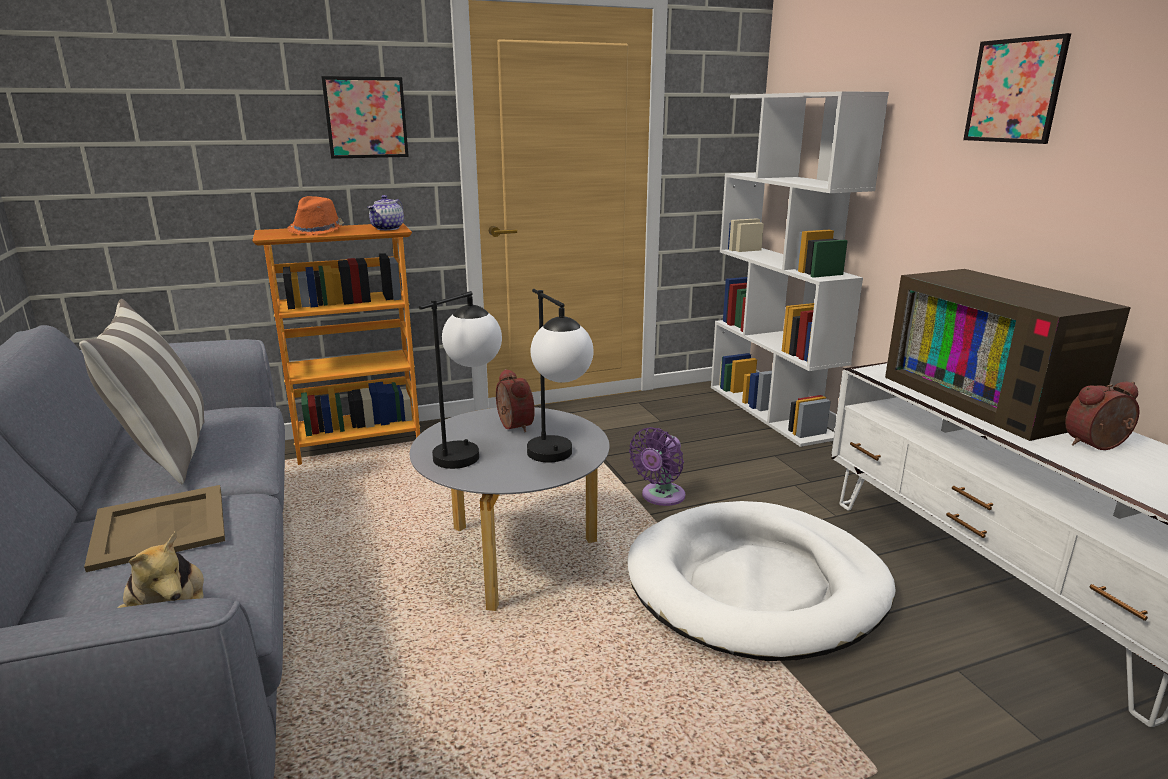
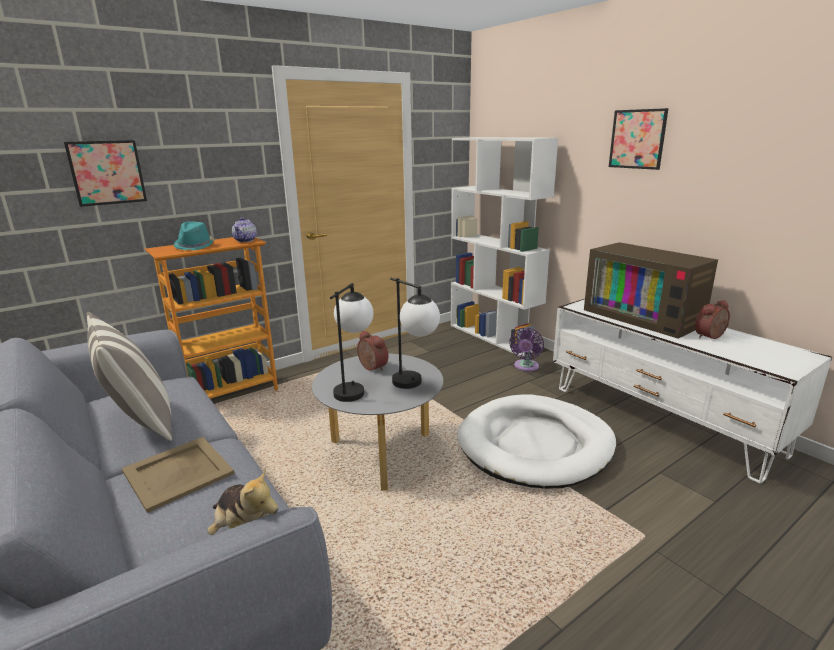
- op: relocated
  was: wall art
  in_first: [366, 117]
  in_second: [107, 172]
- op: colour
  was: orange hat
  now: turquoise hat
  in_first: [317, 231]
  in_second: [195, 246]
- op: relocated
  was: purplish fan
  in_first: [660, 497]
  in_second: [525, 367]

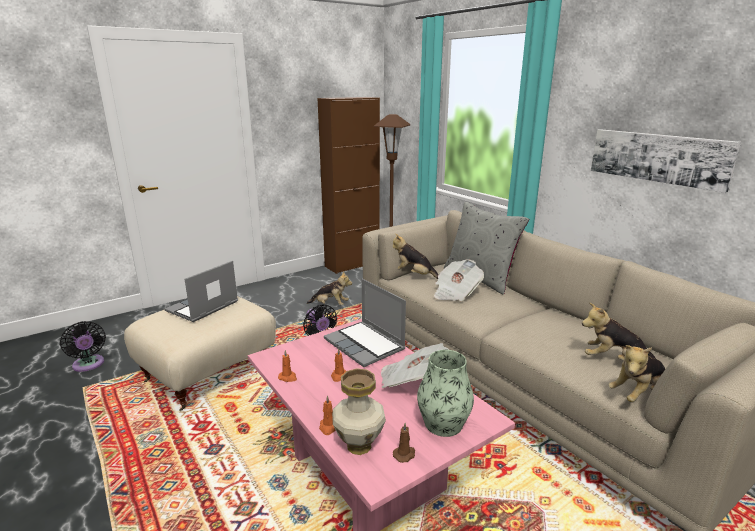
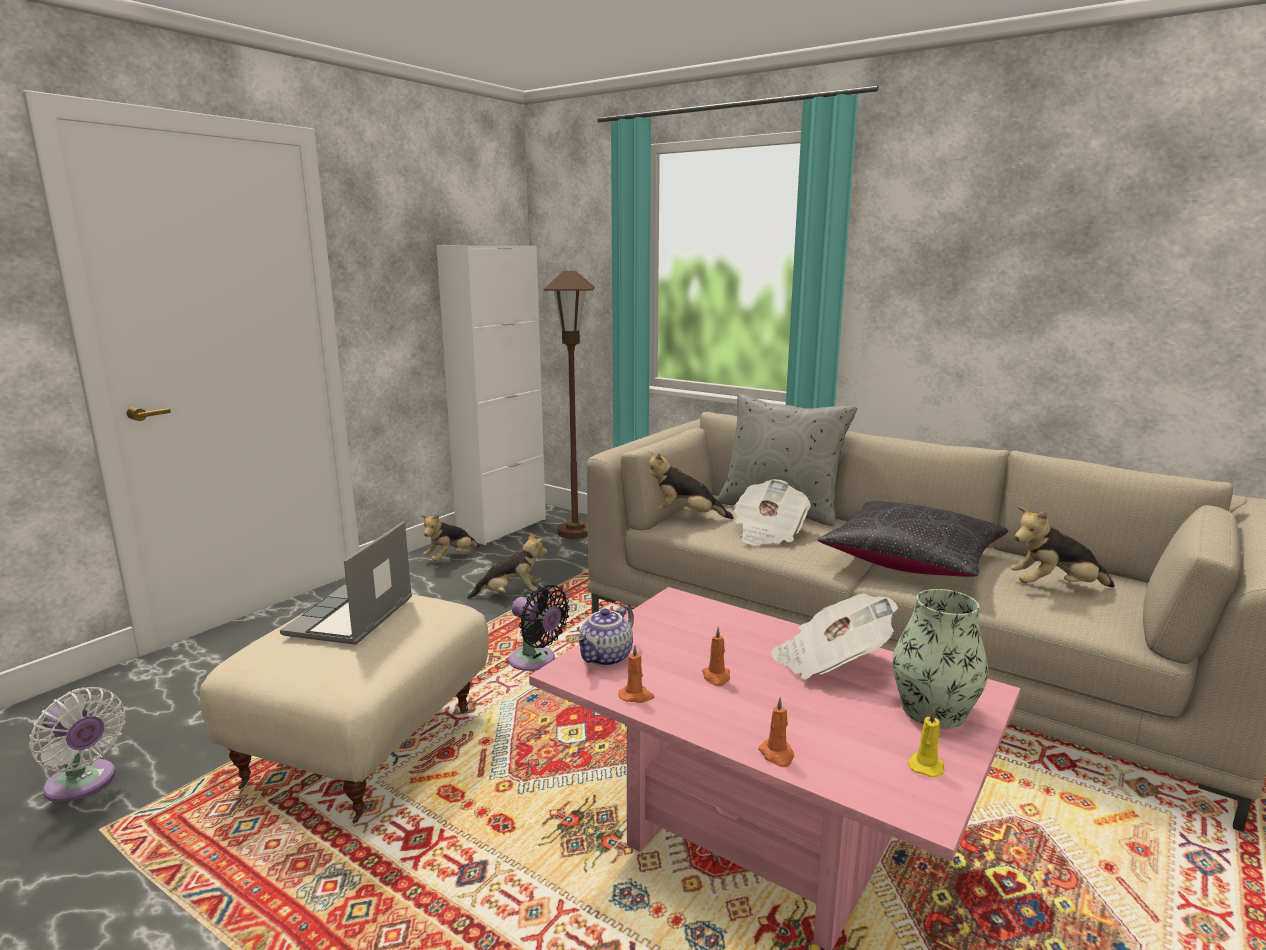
- op: colour
  was: blackish fan
  now: whitish fan
  in_first: [89, 365]
  in_second: [83, 784]
- op: relocated
  was: cuddly toy
  in_first: [638, 394]
  in_second: [450, 558]
- op: colour
  was: brown-coloured storage cabinet
  now: whitish storage cabinet
  in_first: [352, 264]
  in_second: [502, 528]
- op: appeared
  now: teapot
  in_second: [607, 658]
- op: appeared
  now: blackish throw pillow
  in_second: [911, 560]
- op: colour
  was: brown-coloured candle
  now: yellowish candle
  in_first: [404, 454]
  in_second: [926, 765]
- op: missing
  was: laptop
  in_first: [365, 345]
- op: missing
  was: vase
  in_first: [358, 446]
- op: missing
  was: wall art
  in_first: [658, 157]

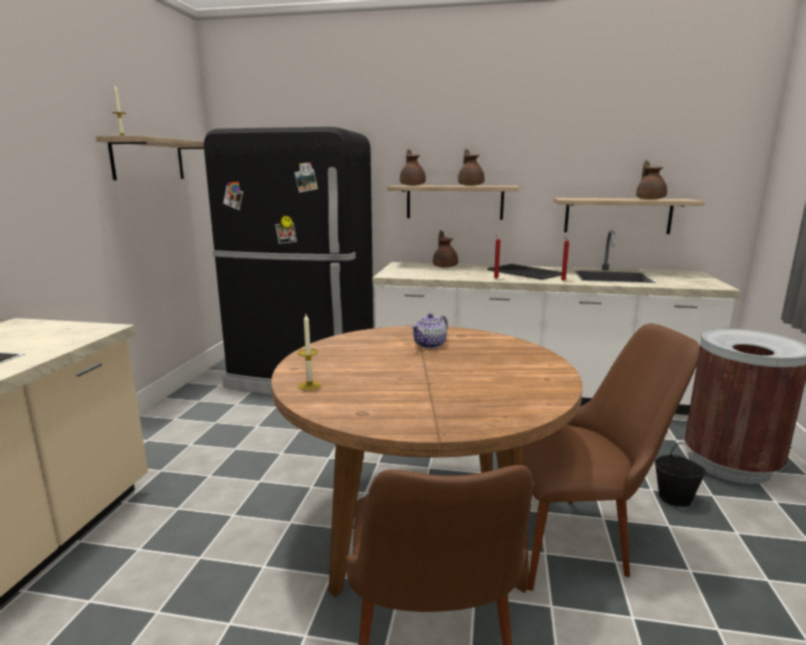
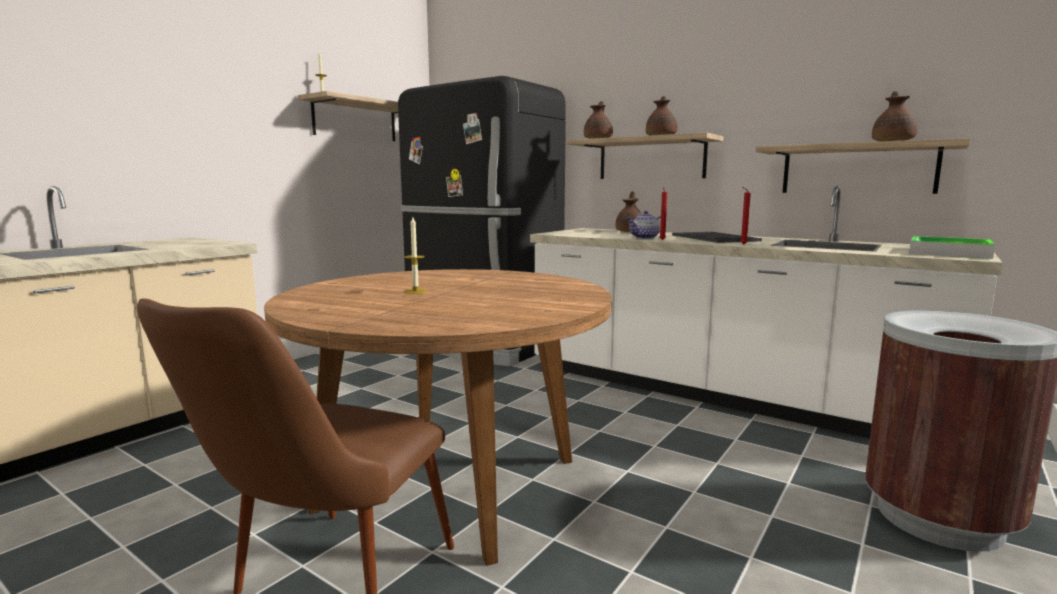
- op: relocated
  was: candle
  in_first: [309, 385]
  in_second: [415, 291]
- op: relocated
  was: teapot
  in_first: [430, 345]
  in_second: [645, 238]
- op: appeared
  now: serving tray
  in_second: [949, 253]
- op: missing
  was: brown-coloured chair
  in_first: [575, 537]
- op: missing
  was: blackish bucket
  in_first: [675, 498]

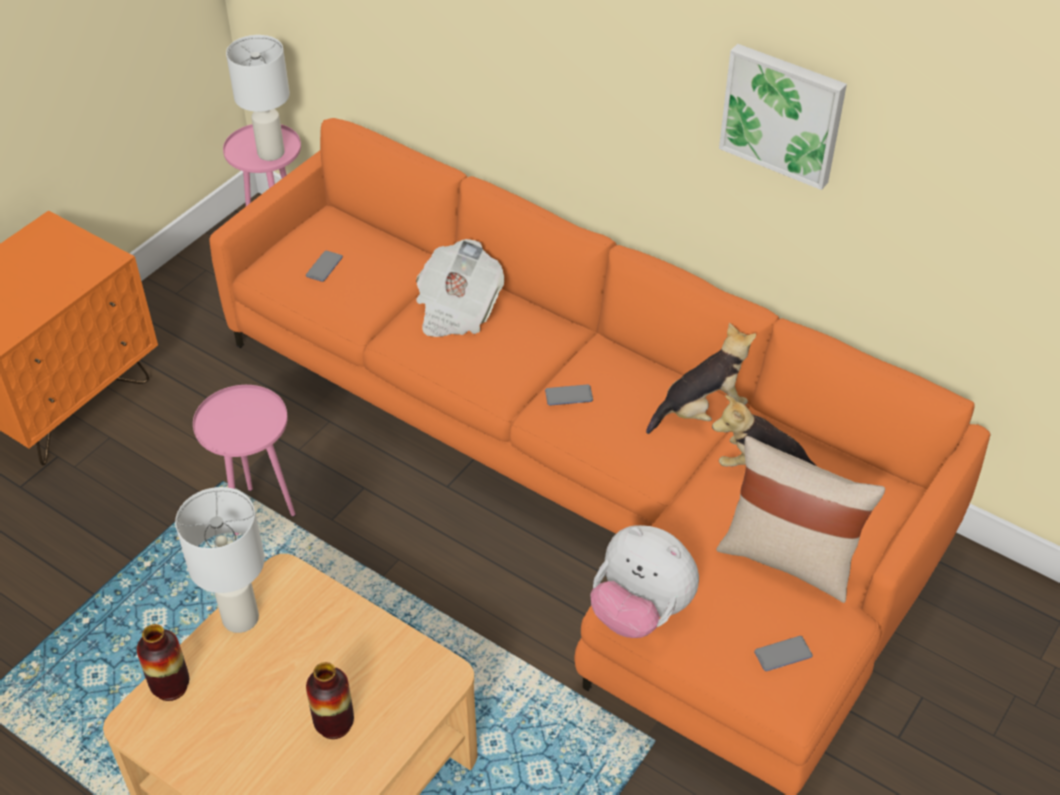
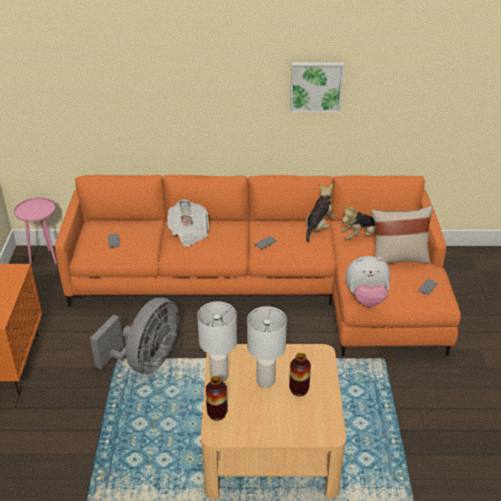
- op: exchanged
  was: pink-coloured end table
  now: gray fan
  in_first: [260, 512]
  in_second: [146, 361]
- op: relocated
  was: whitish table lamp
  in_first: [271, 153]
  in_second: [266, 381]

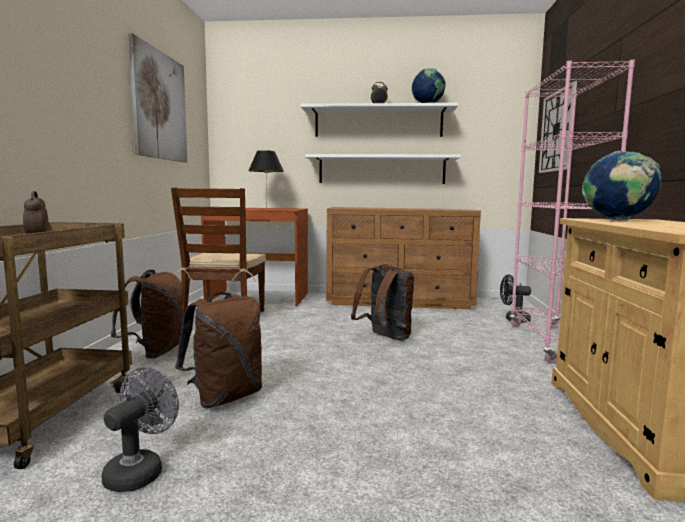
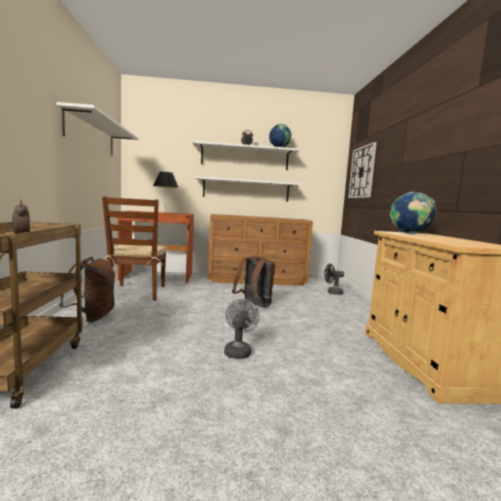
- op: exchanged
  was: wall art
  now: whitish shelf
  in_first: [159, 106]
  in_second: [91, 135]
- op: relocated
  was: gray fan
  in_first: [140, 471]
  in_second: [238, 351]
- op: missing
  was: brown-coloured knapsack
  in_first: [225, 397]
- op: missing
  was: pink-coloured bookshelf
  in_first: [552, 343]

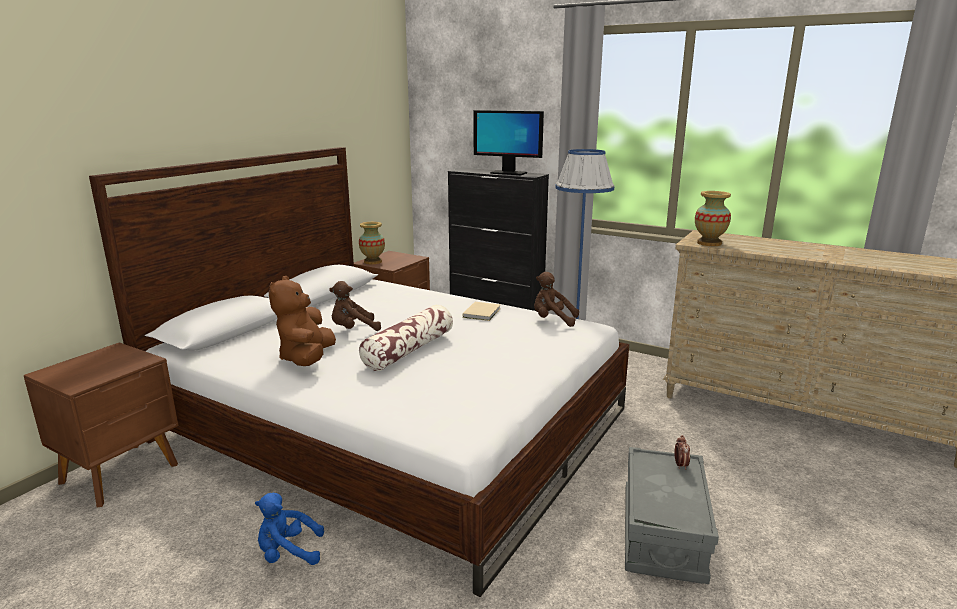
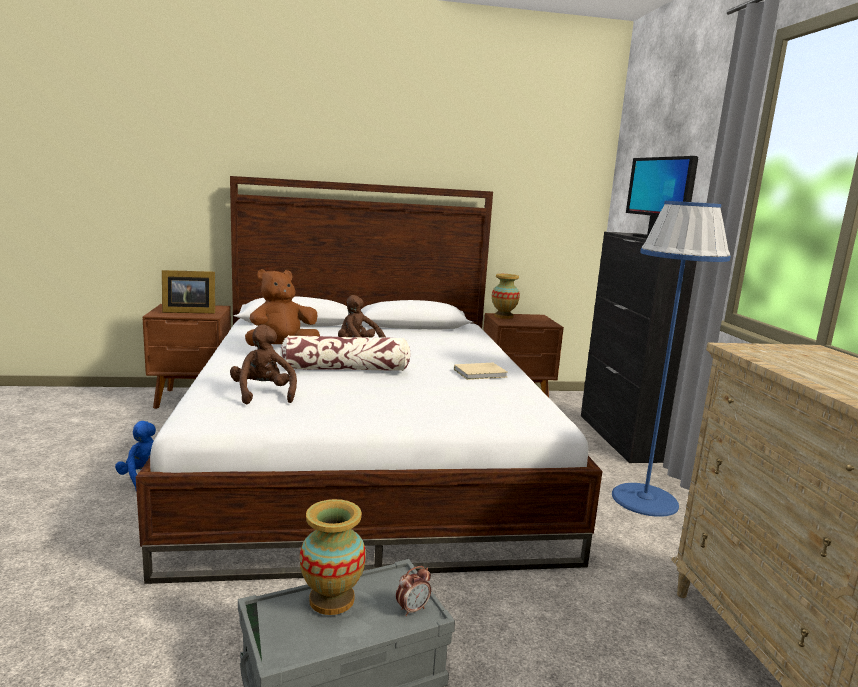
- op: appeared
  now: photo frame
  in_second: [188, 311]
- op: relocated
  was: brown-coloured cuddly toy
  in_first: [552, 320]
  in_second: [263, 394]
- op: relocated
  was: vase
  in_first: [709, 243]
  in_second: [332, 599]

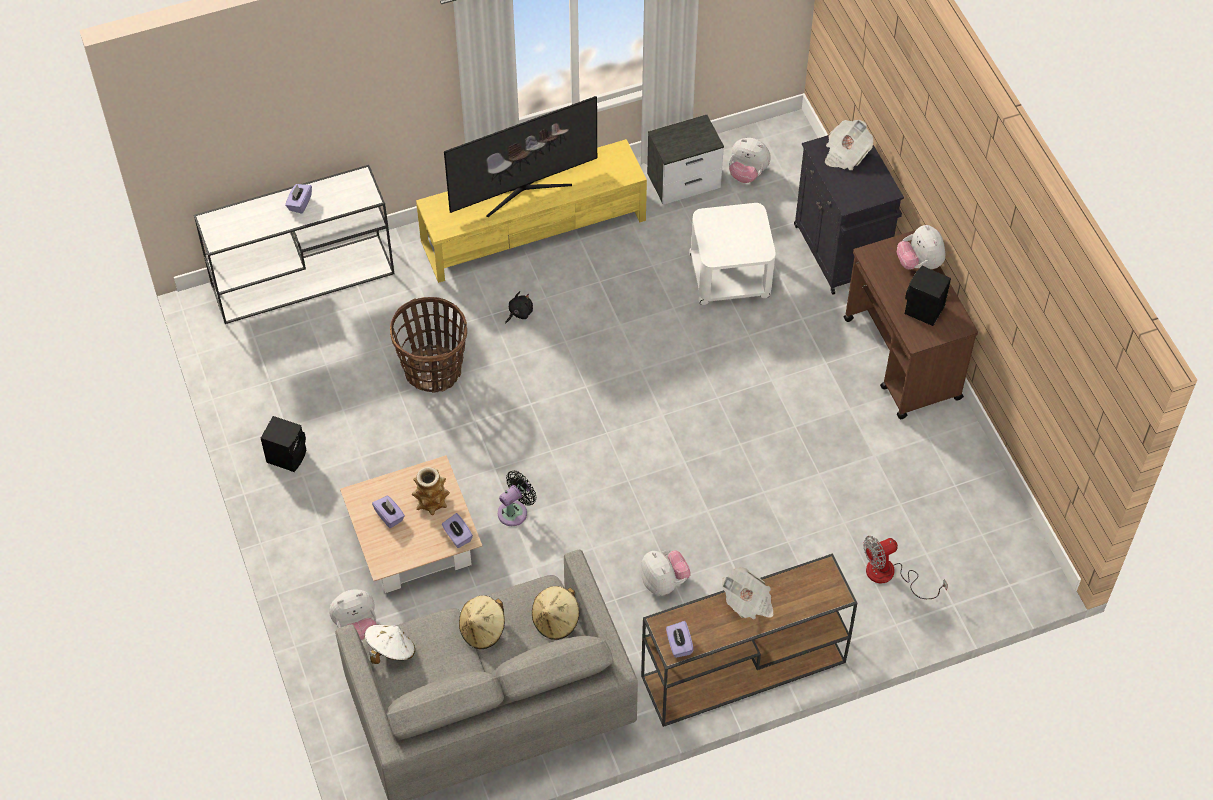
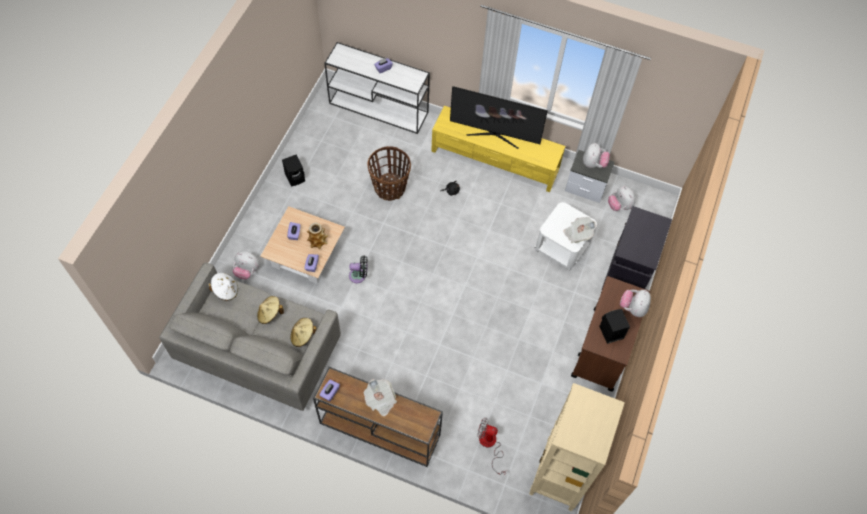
- op: appeared
  now: sand-coloured bookshelf
  in_second: [558, 477]
- op: relocated
  was: daily paper
  in_first: [845, 154]
  in_second: [578, 233]
- op: relocated
  was: cuddly toy
  in_first: [664, 582]
  in_second: [593, 164]

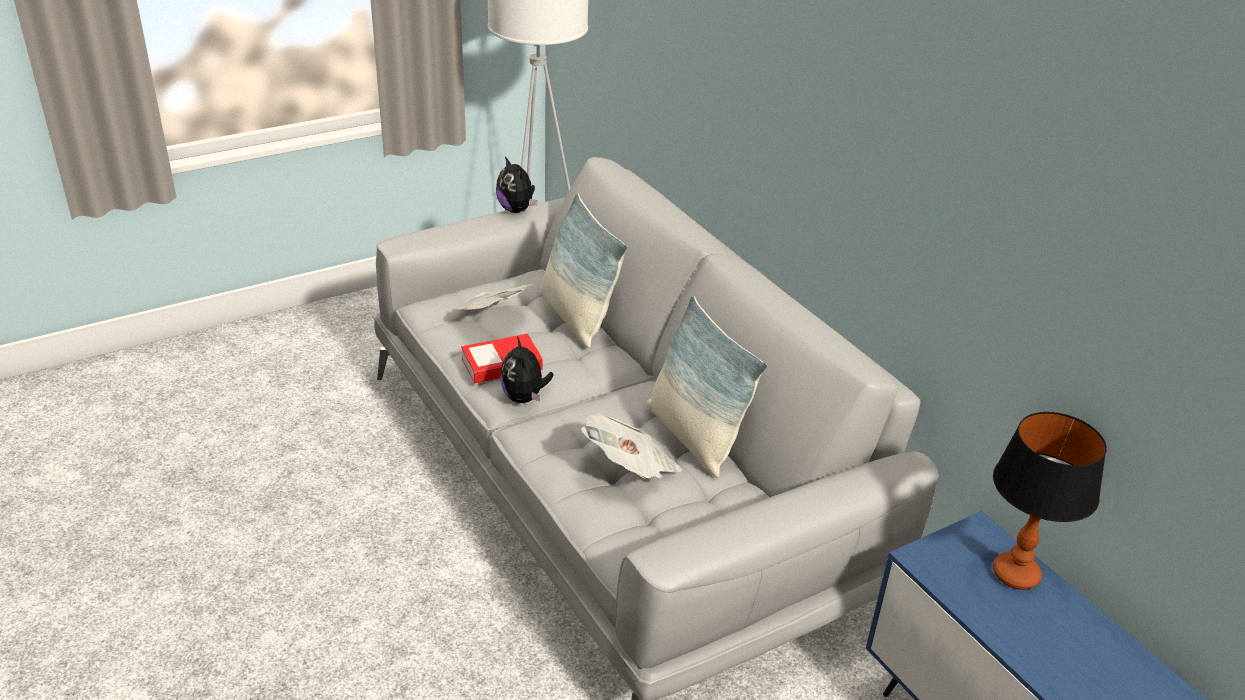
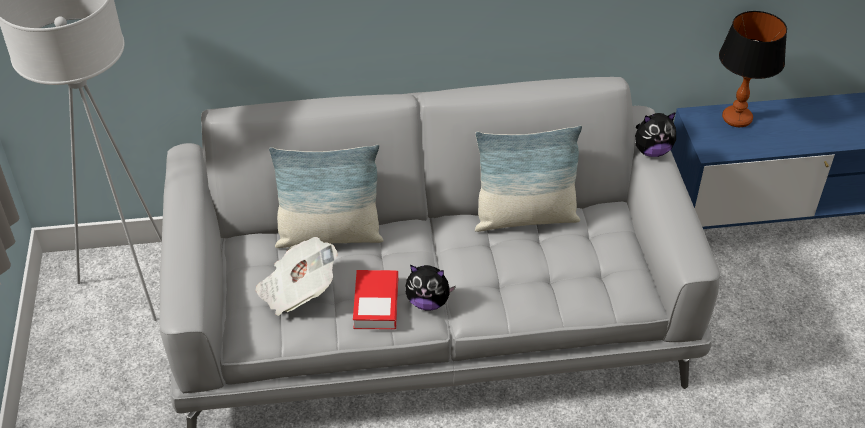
- op: relocated
  was: cuddly toy
  in_first: [517, 210]
  in_second: [652, 151]
- op: missing
  was: daily paper
  in_first: [631, 468]

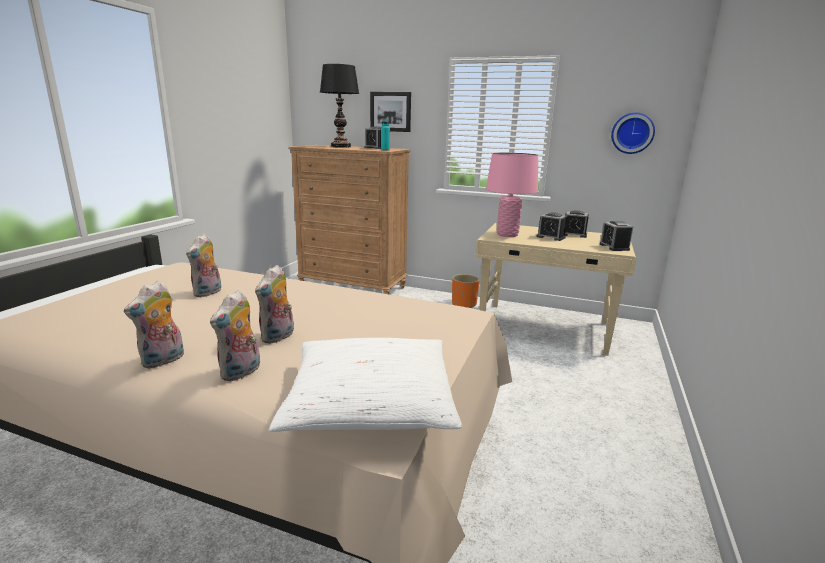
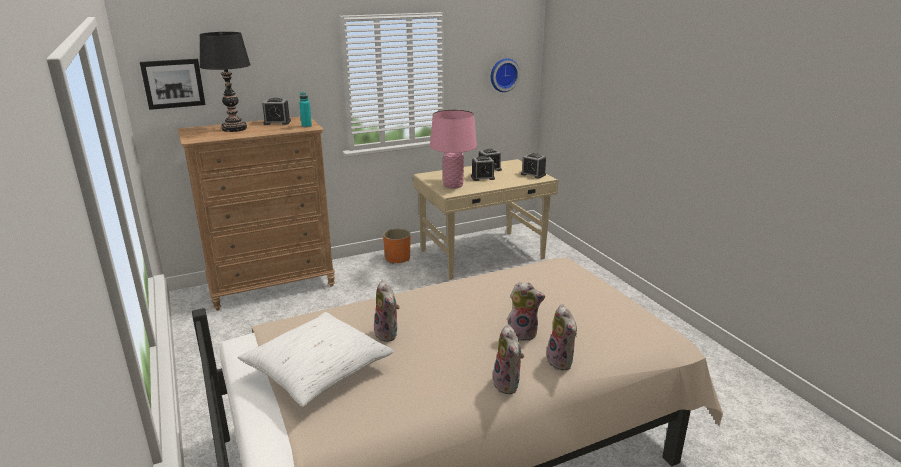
- op: relocated
  was: wall art
  in_first: [390, 111]
  in_second: [173, 83]
- op: relocated
  was: whitish throw pillow
  in_first: [370, 403]
  in_second: [317, 370]
- op: spun
  was: cuddly toy
  in_first: [278, 337]
  in_second: [522, 333]
  clockwise: -60

